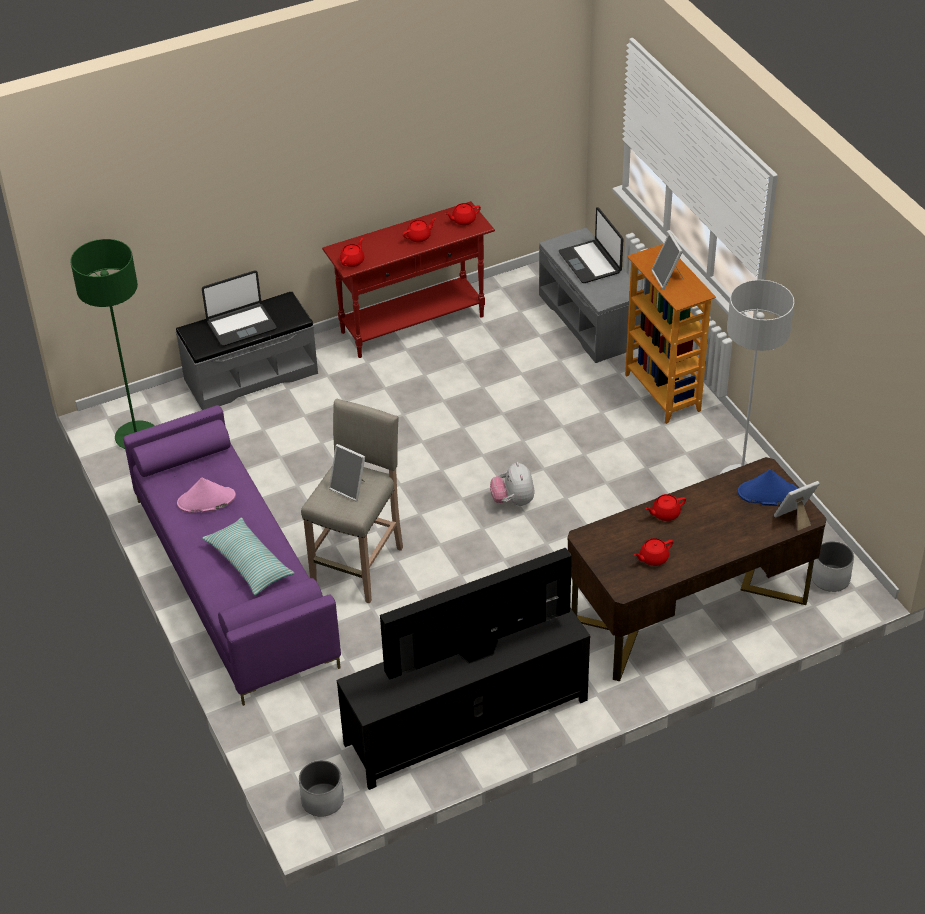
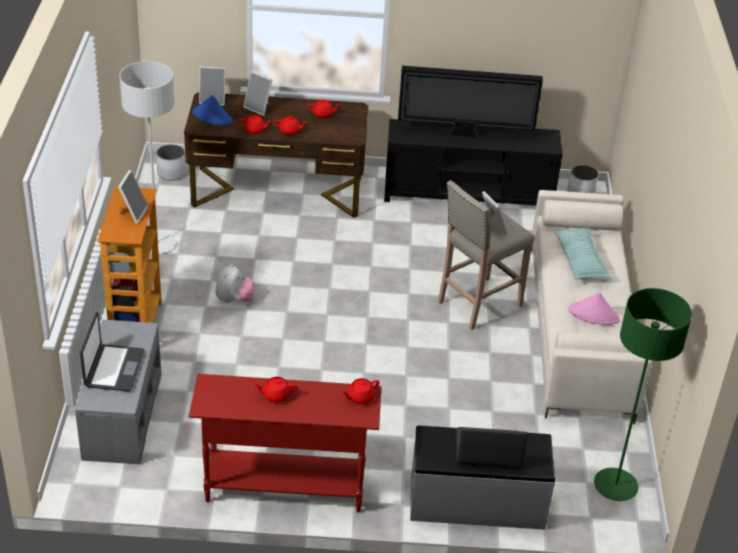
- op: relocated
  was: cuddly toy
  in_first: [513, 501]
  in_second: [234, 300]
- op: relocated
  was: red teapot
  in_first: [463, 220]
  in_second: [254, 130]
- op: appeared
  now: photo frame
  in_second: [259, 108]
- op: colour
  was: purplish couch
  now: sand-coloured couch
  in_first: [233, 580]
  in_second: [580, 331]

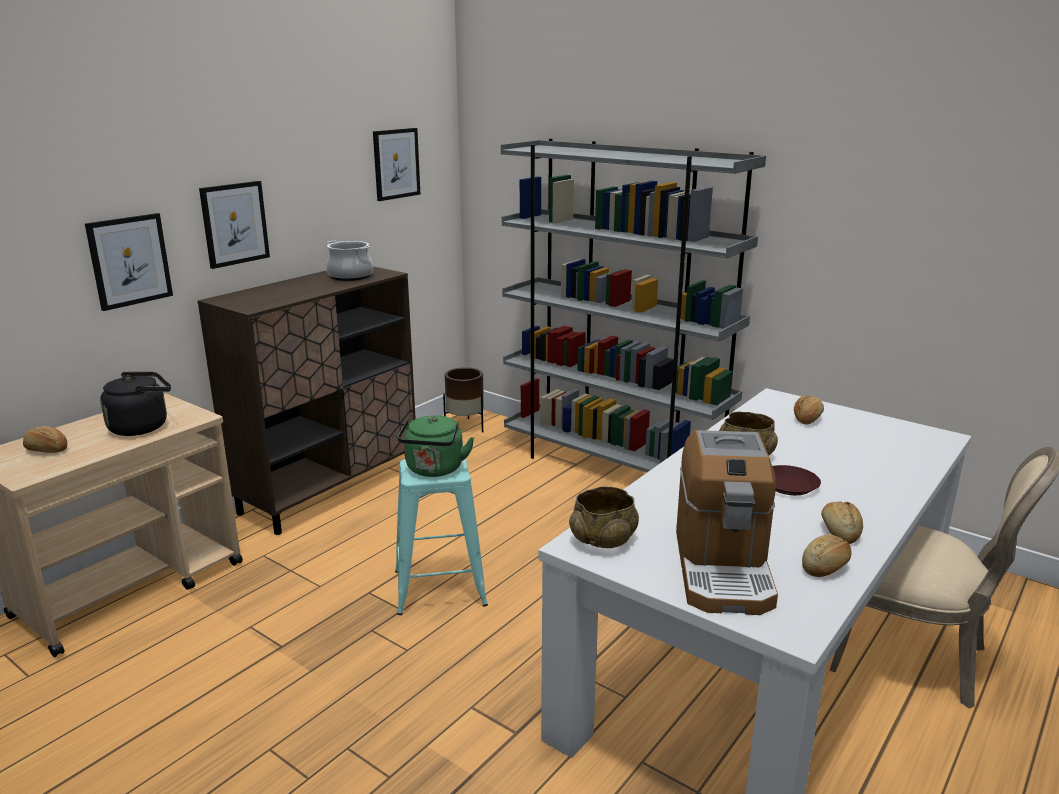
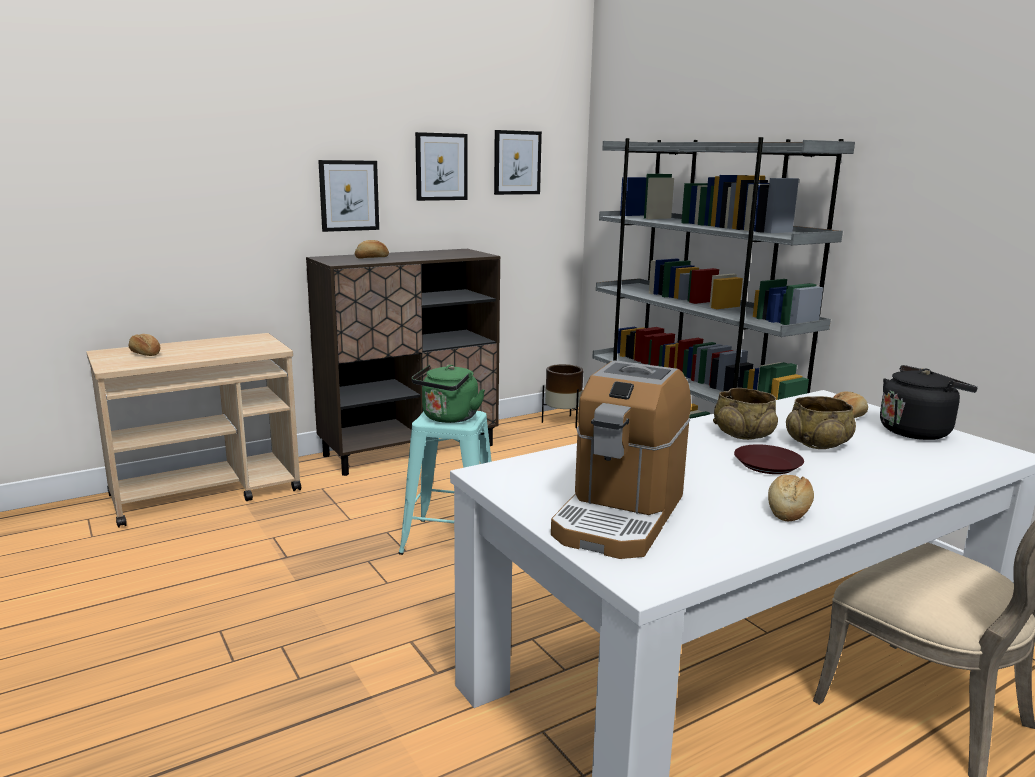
- op: relocated
  was: bread
  in_first: [826, 567]
  in_second: [372, 258]
- op: relocated
  was: wall art
  in_first: [129, 261]
  in_second: [441, 167]
- op: relocated
  was: sand-coloured bowl
  in_first: [603, 539]
  in_second: [817, 444]
- op: relocated
  was: blackish tea kettle
  in_first: [142, 426]
  in_second: [917, 431]
- op: missing
  was: saucepot
  in_first: [350, 276]

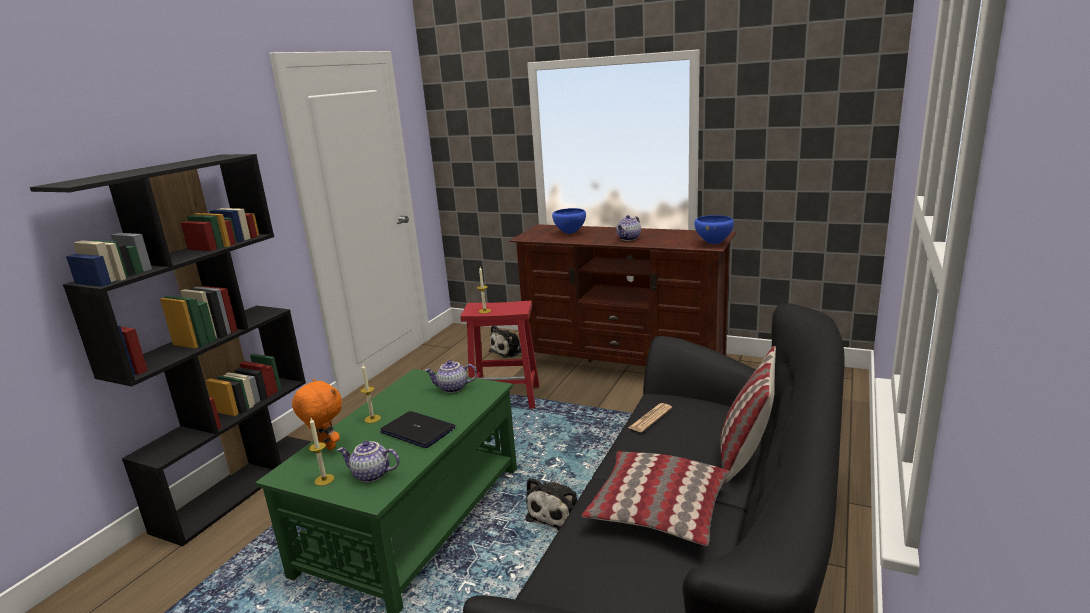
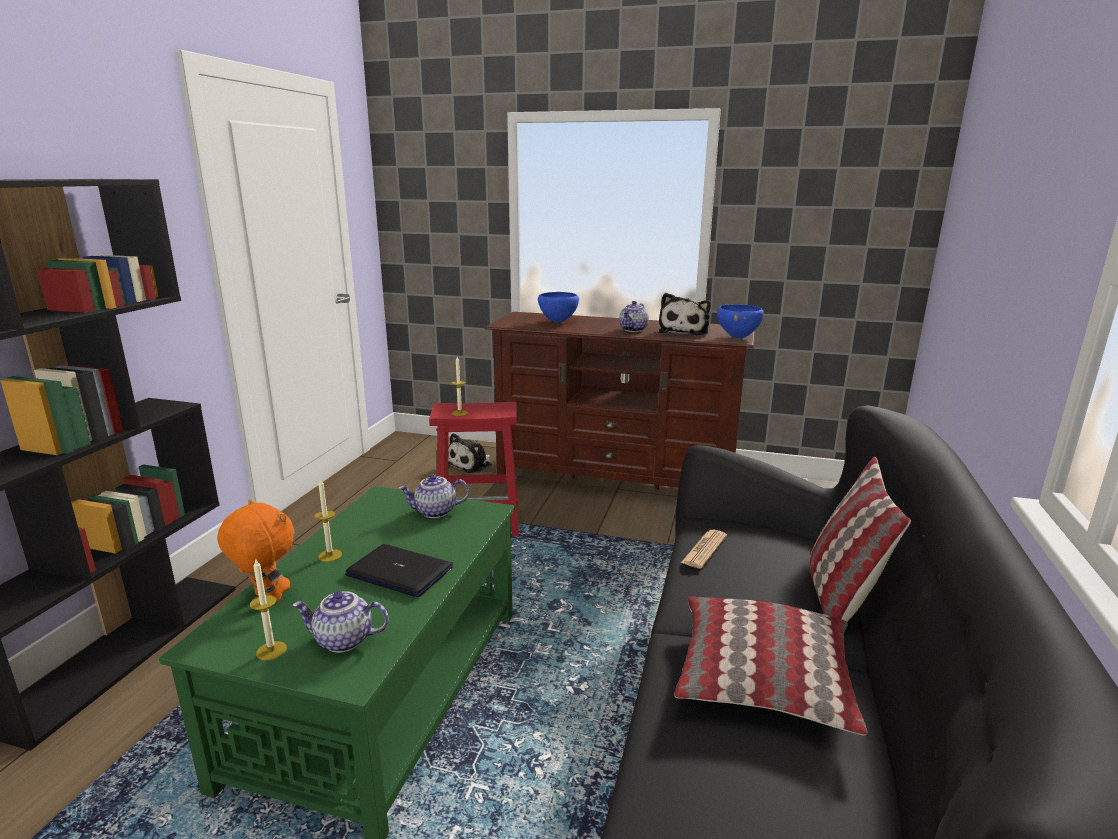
- op: relocated
  was: cuddly toy
  in_first: [557, 513]
  in_second: [684, 331]

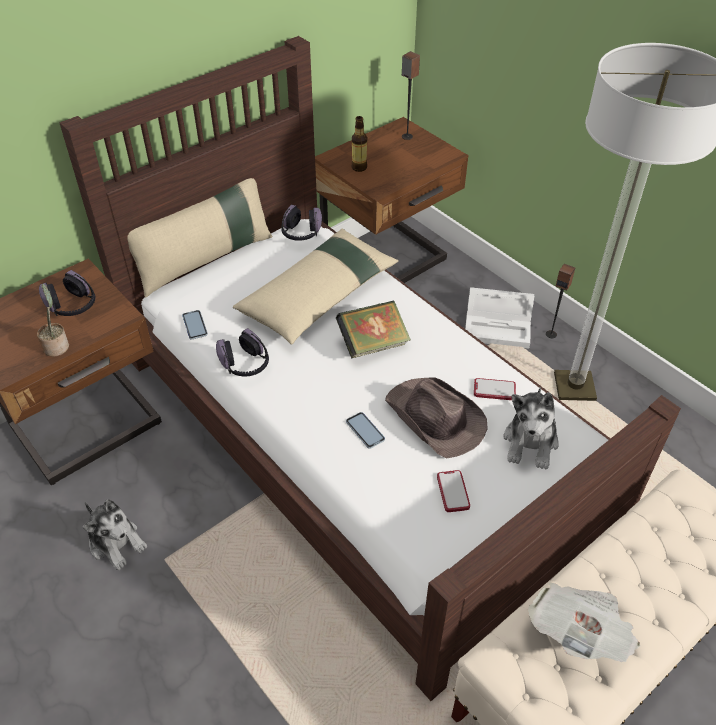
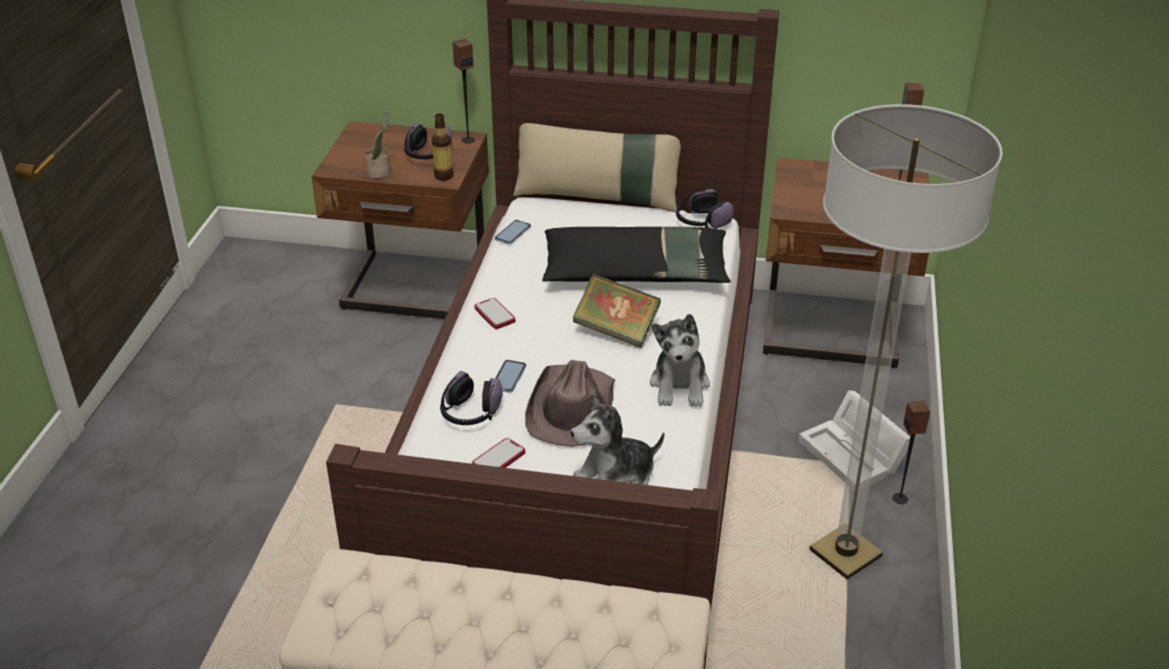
- op: relocated
  was: drink bottle
  in_first: [359, 167]
  in_second: [443, 176]
- op: relocated
  was: pair of headphones
  in_first: [245, 364]
  in_second: [470, 414]
- op: appeared
  now: loudspeaker
  in_second: [468, 140]
- op: relocated
  was: phone
  in_first: [494, 390]
  in_second: [494, 315]
- op: colour
  was: sand-coloured throw pillow
  now: blackish throw pillow
  in_first: [319, 295]
  in_second: [635, 272]
- op: relocated
  was: cuddly toy
  in_first: [116, 542]
  in_second: [680, 385]
- op: missing
  was: daily paper
  in_first: [579, 632]

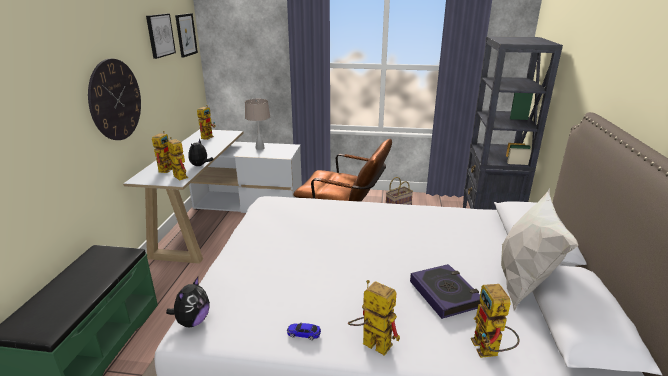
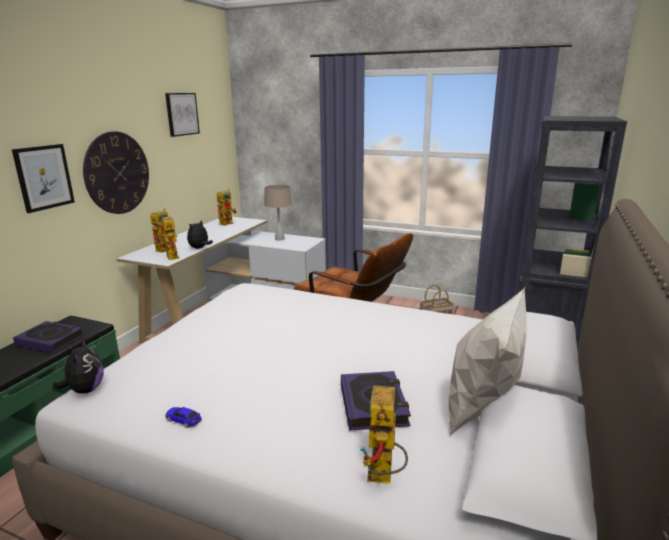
- op: relocated
  was: wall art
  in_first: [186, 35]
  in_second: [44, 177]
- op: appeared
  now: bound book
  in_second: [50, 340]
- op: spun
  was: cuddly toy
  in_first: [192, 321]
  in_second: [85, 390]
  clockwise: -45
- op: missing
  was: toy robot
  in_first: [370, 343]

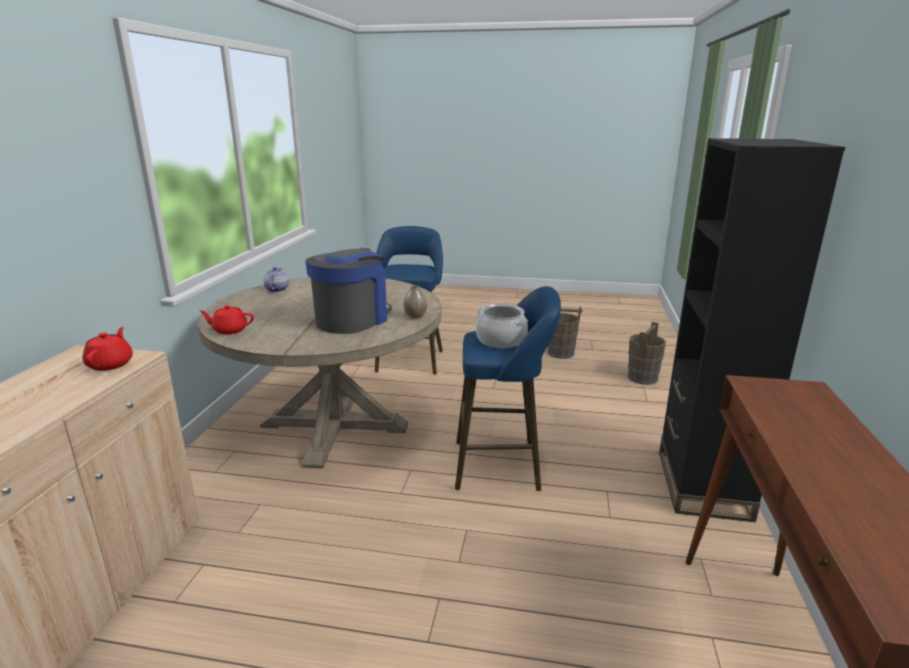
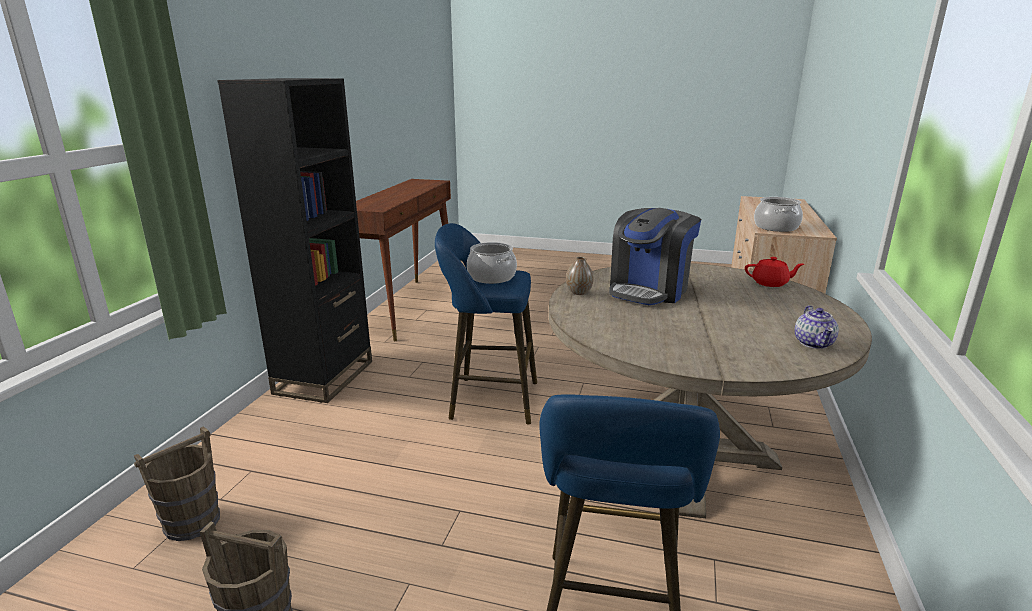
- op: exchanged
  was: red teapot
  now: saucepot
  in_first: [111, 364]
  in_second: [776, 227]

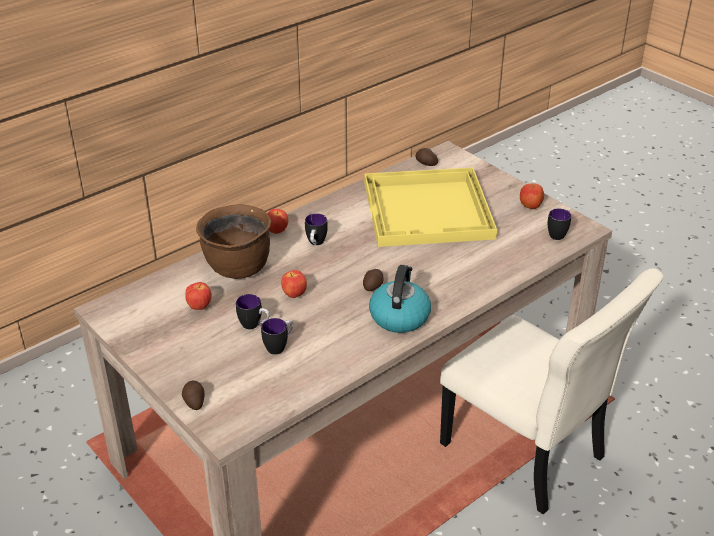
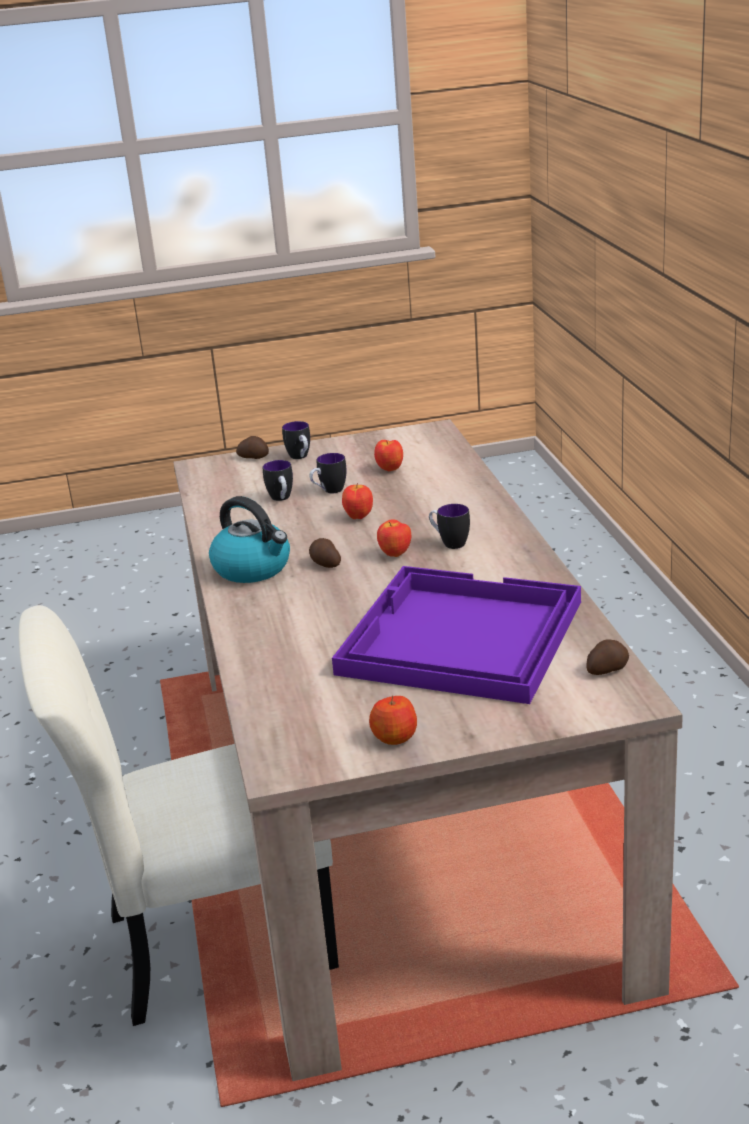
- op: relocated
  was: mug
  in_first: [559, 234]
  in_second: [300, 457]
- op: colour
  was: yellowish serving tray
  now: purplish serving tray
  in_first: [429, 210]
  in_second: [458, 638]
- op: relocated
  was: apple fruit
  in_first: [277, 231]
  in_second: [395, 555]
- op: missing
  was: brown-coloured saucepot
  in_first: [237, 267]

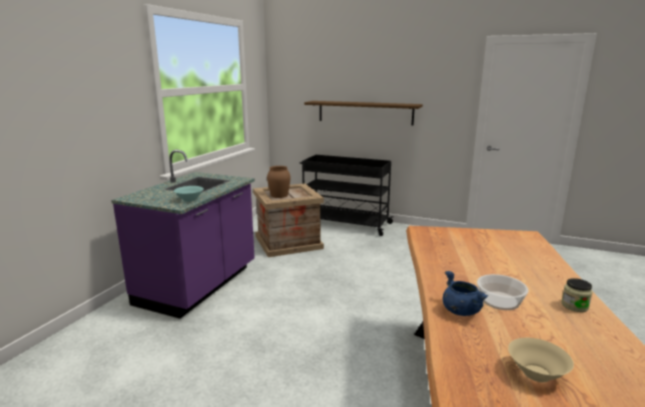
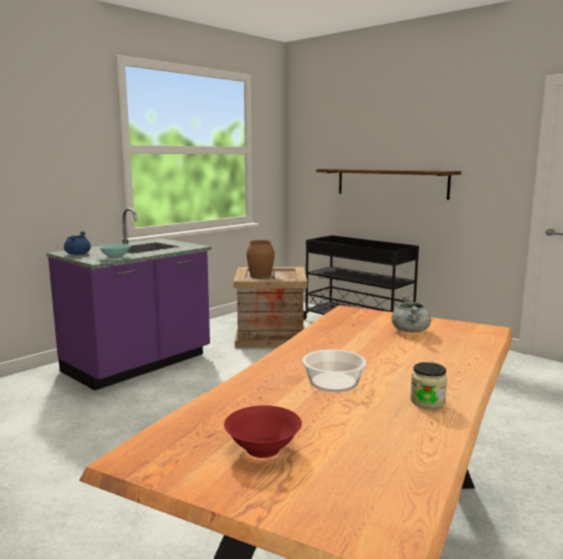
- op: relocated
  was: blue saucepot
  in_first: [460, 311]
  in_second: [78, 254]
- op: colour
  was: sand-coloured bowl
  now: red bowl
  in_first: [536, 374]
  in_second: [262, 449]
- op: appeared
  now: gray saucepot
  in_second: [410, 331]

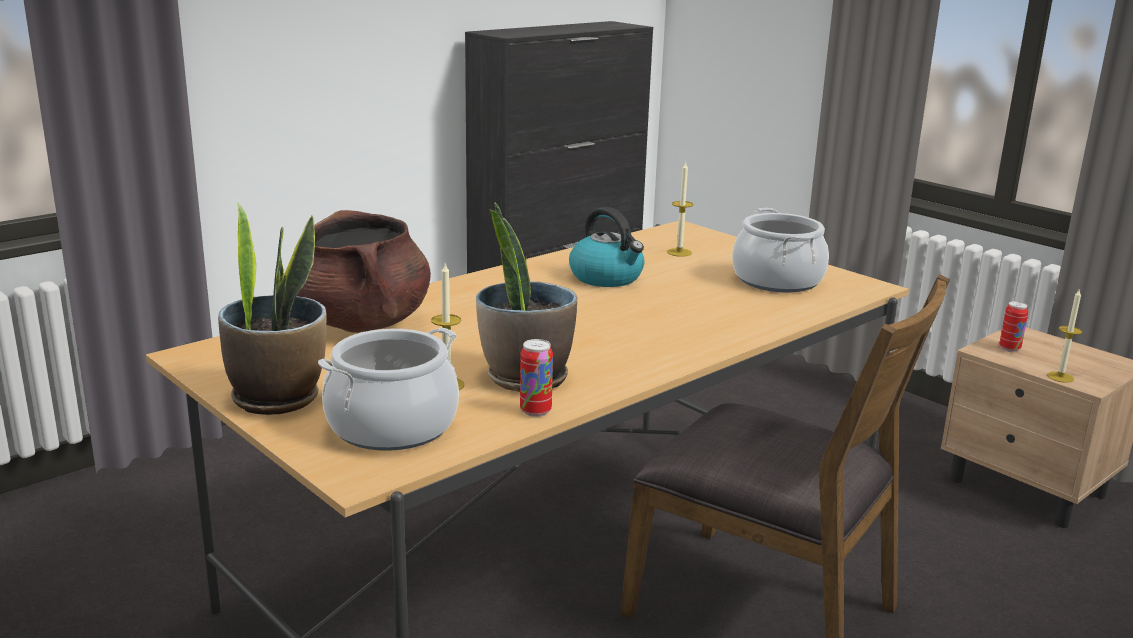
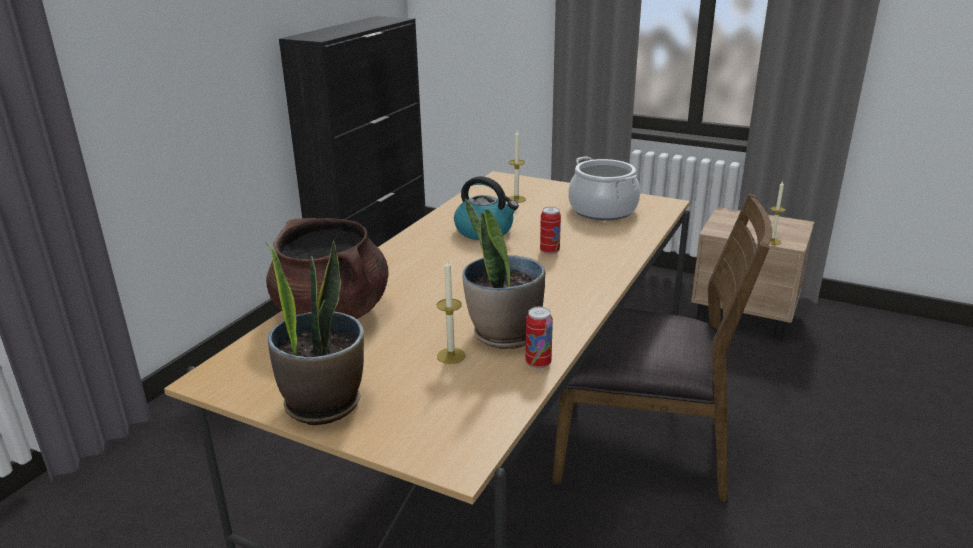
- op: relocated
  was: can
  in_first: [1009, 348]
  in_second: [549, 251]
- op: missing
  was: saucepot
  in_first: [391, 426]

